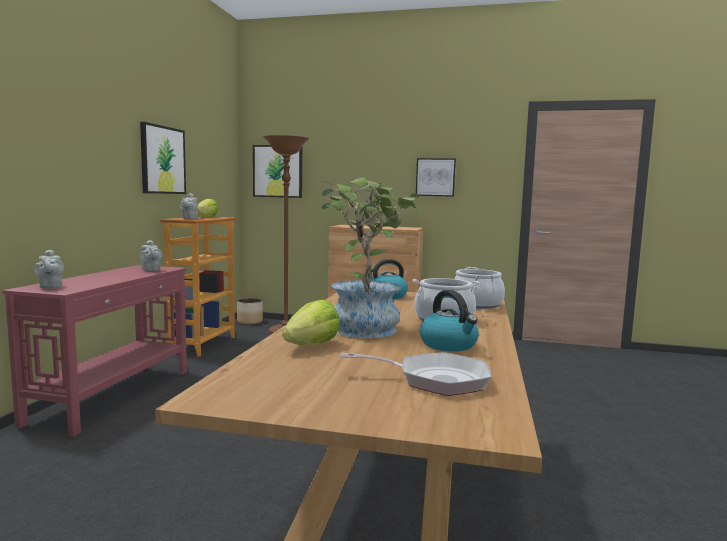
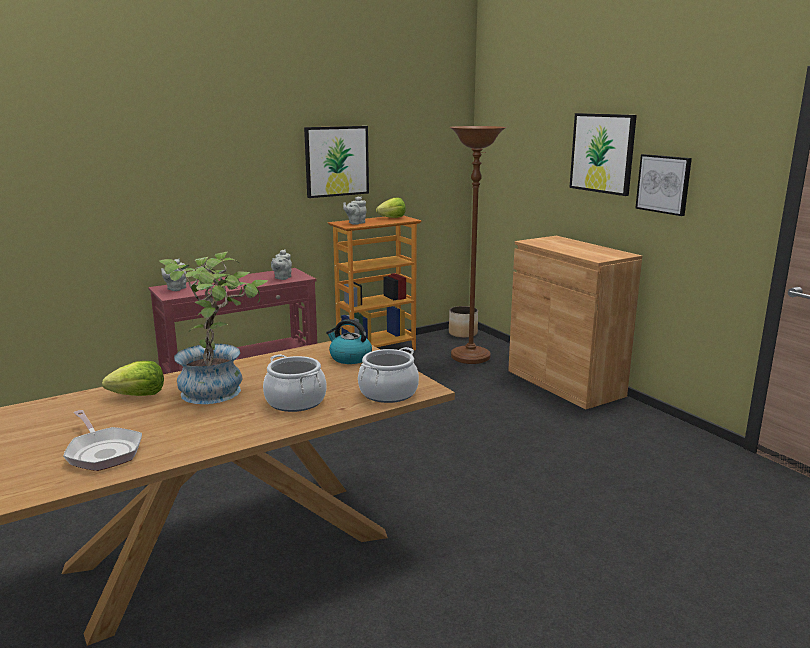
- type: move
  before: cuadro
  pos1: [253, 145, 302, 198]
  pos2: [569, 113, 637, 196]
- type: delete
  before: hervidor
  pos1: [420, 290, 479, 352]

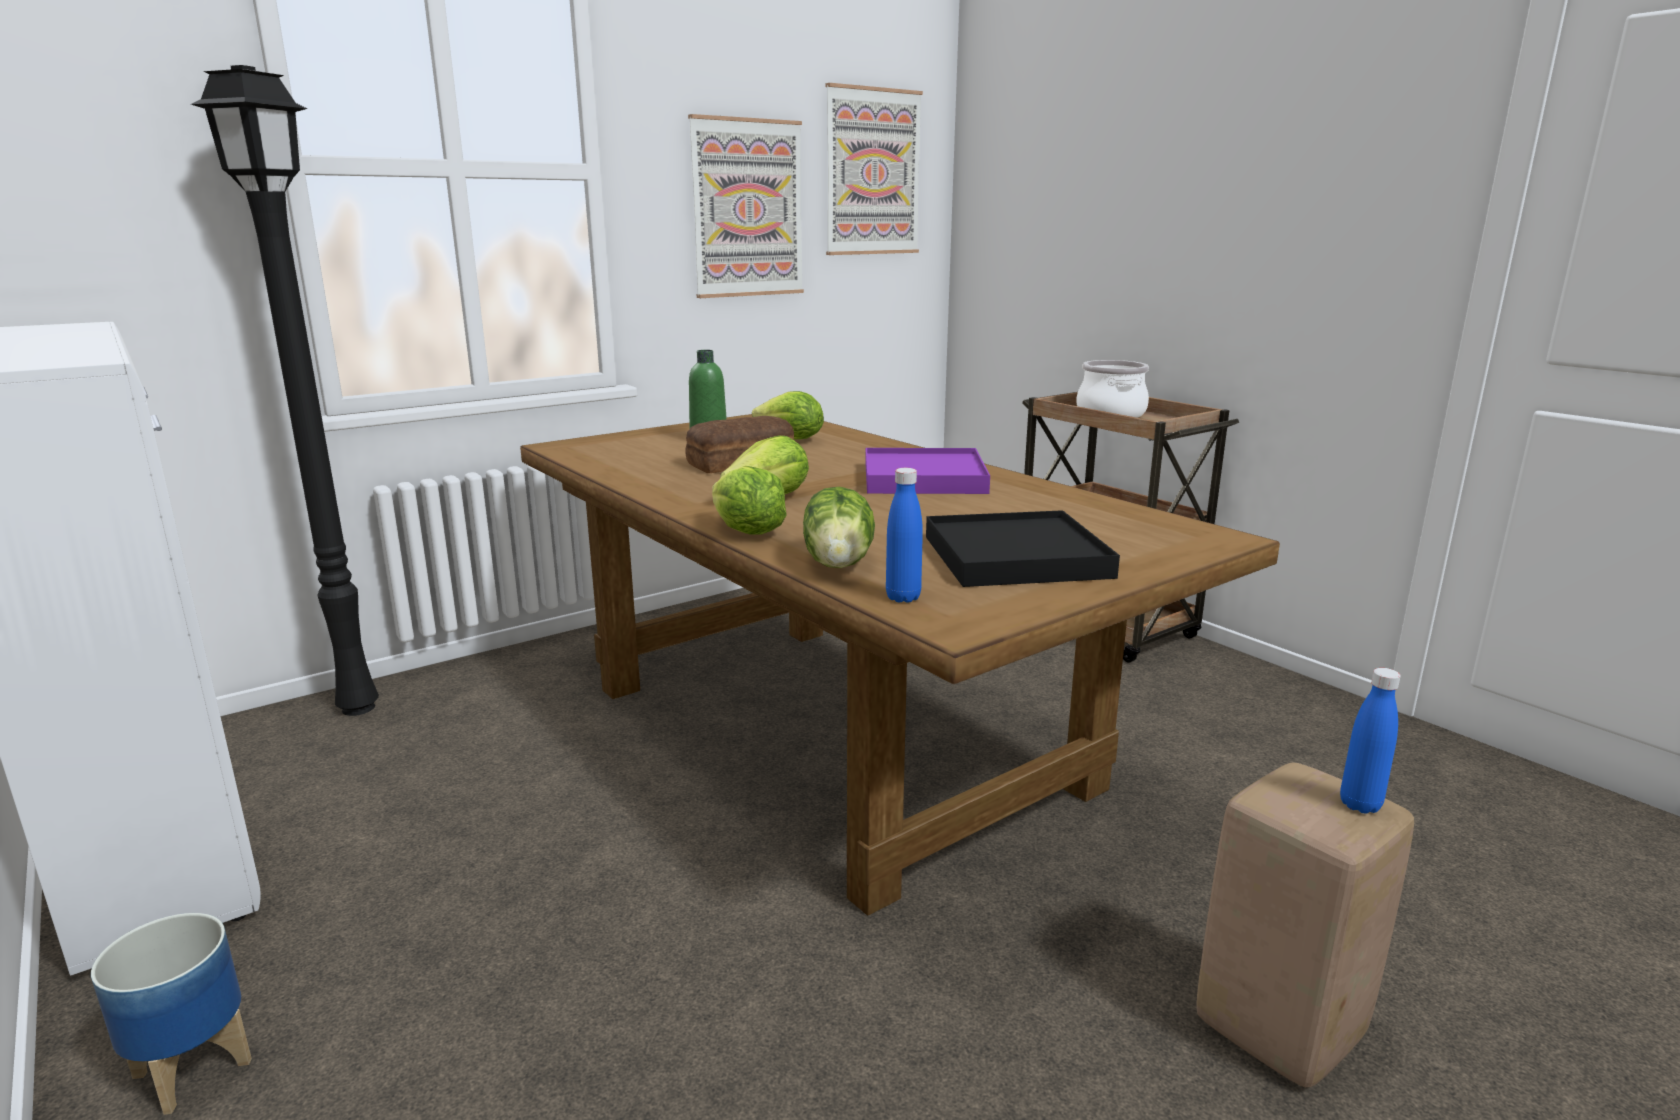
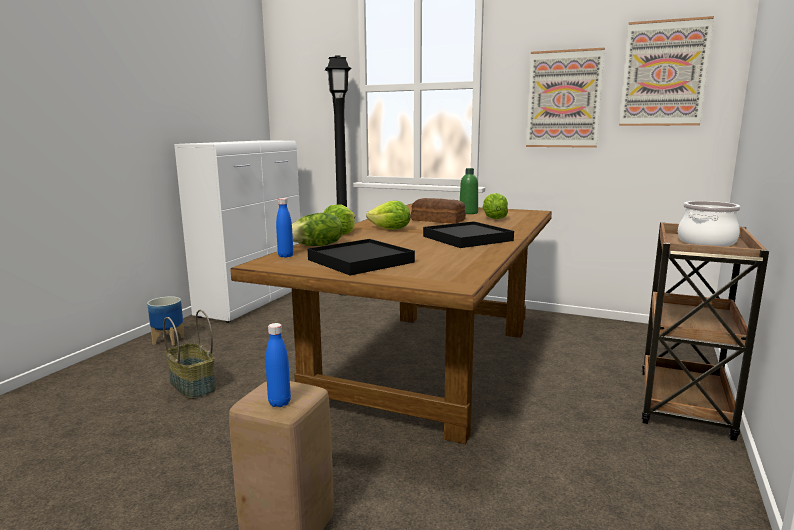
- type: insert
  after: cesta
  pos2: [163, 310, 216, 399]
- type: recolor
  before: bandeja/morado
  after: bandeja/negro
  pos1: [865, 448, 990, 494]
  pos2: [423, 221, 514, 248]

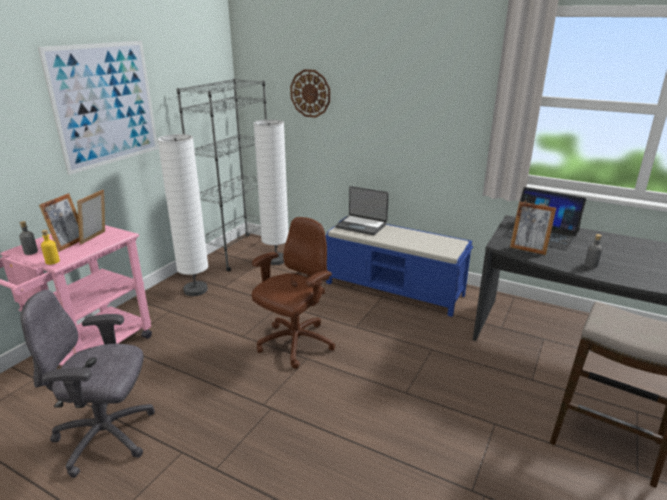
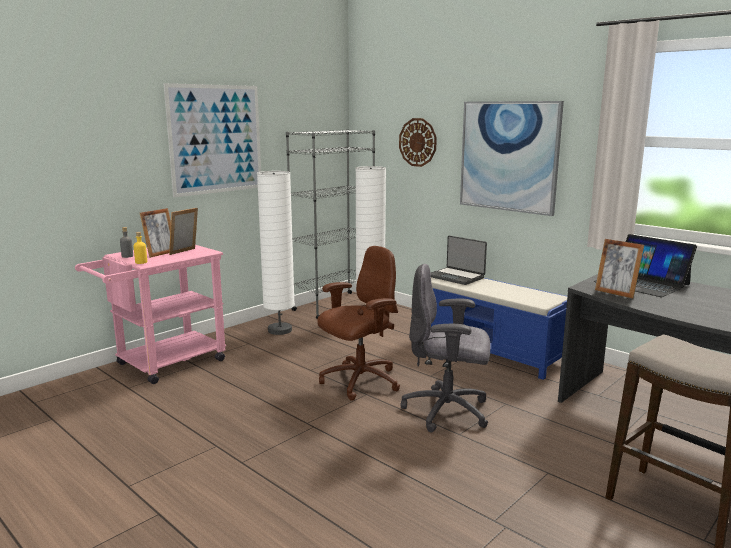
- type: move
  before: silla de oficina/gris
  pos1: [20, 290, 155, 478]
  pos2: [400, 264, 491, 433]
- type: insert
  after: cuadro
  pos2: [460, 101, 564, 216]
- type: delete
  before: botella/gris
  pos1: [585, 234, 602, 268]

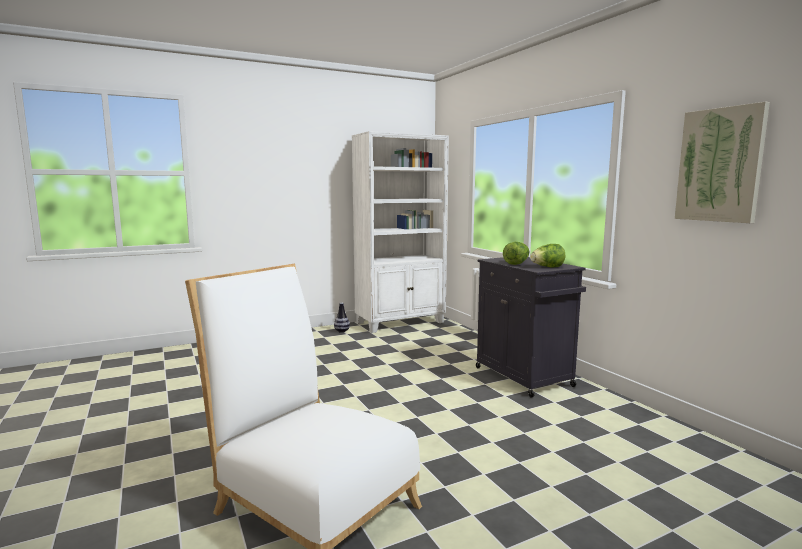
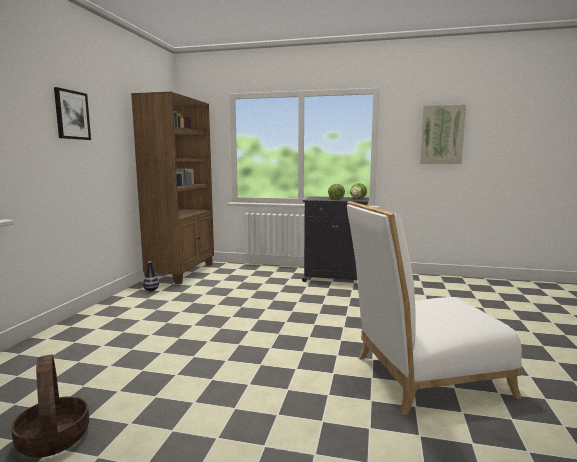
- type: insert
  after: cesta
  pos2: [11, 354, 89, 458]
- type: insert
  after: cuadro
  pos2: [54, 87, 91, 140]
- type: recolor
  before: estantería/blanco
  after: estantería/marrón
  pos1: [352, 131, 449, 333]
  pos2: [131, 92, 214, 284]

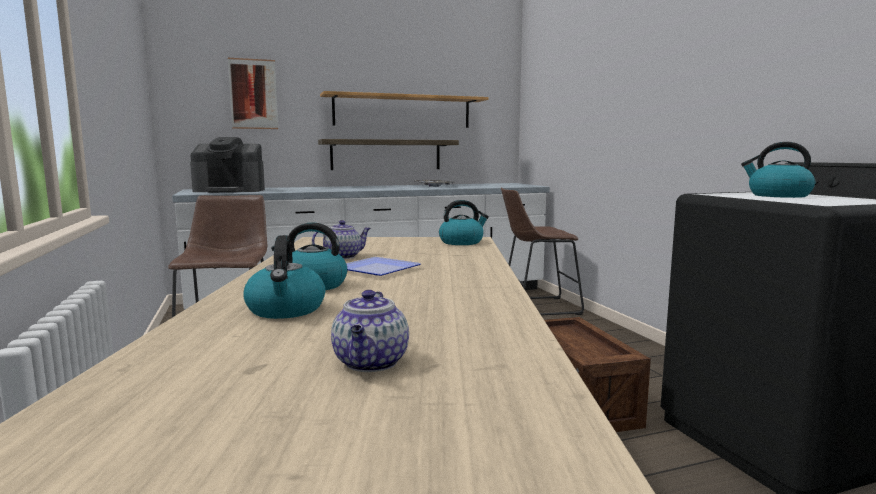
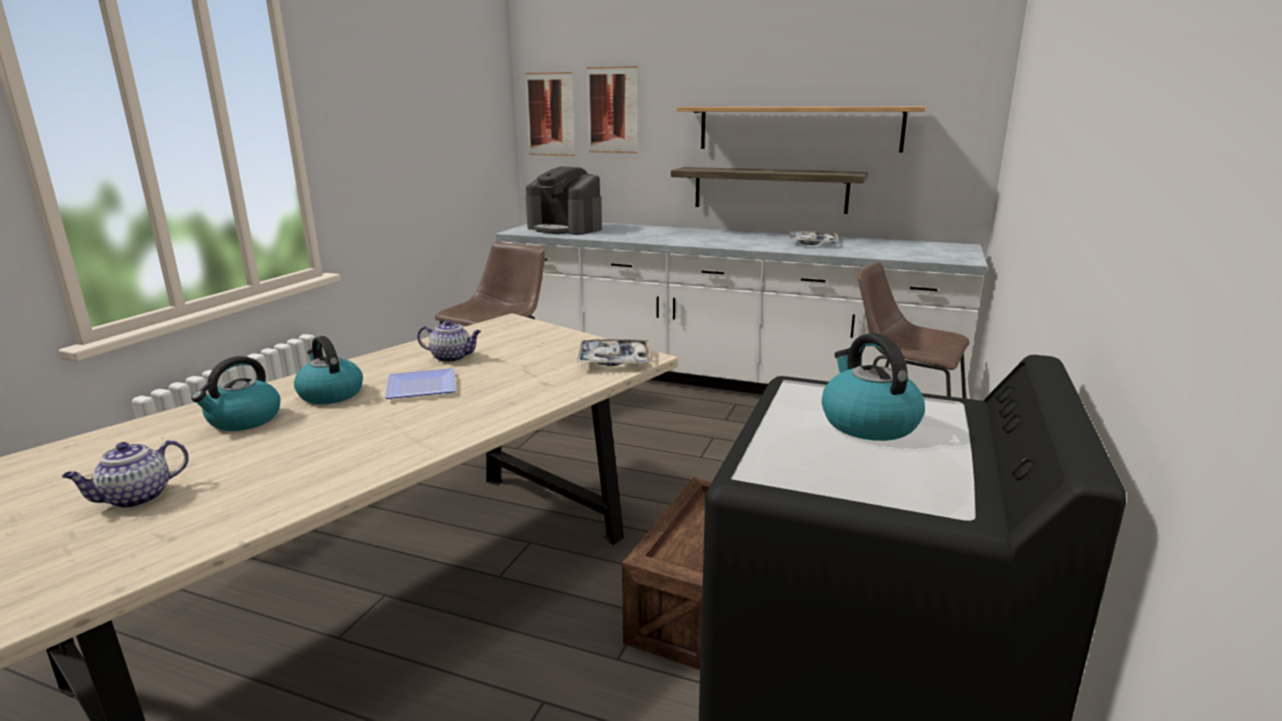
- type: insert
  after: cuadro
  pos2: [525, 72, 575, 156]
- type: replace
  before: hervidor
  after: bandeja
  pos1: [439, 200, 489, 245]
  pos2: [577, 339, 650, 366]

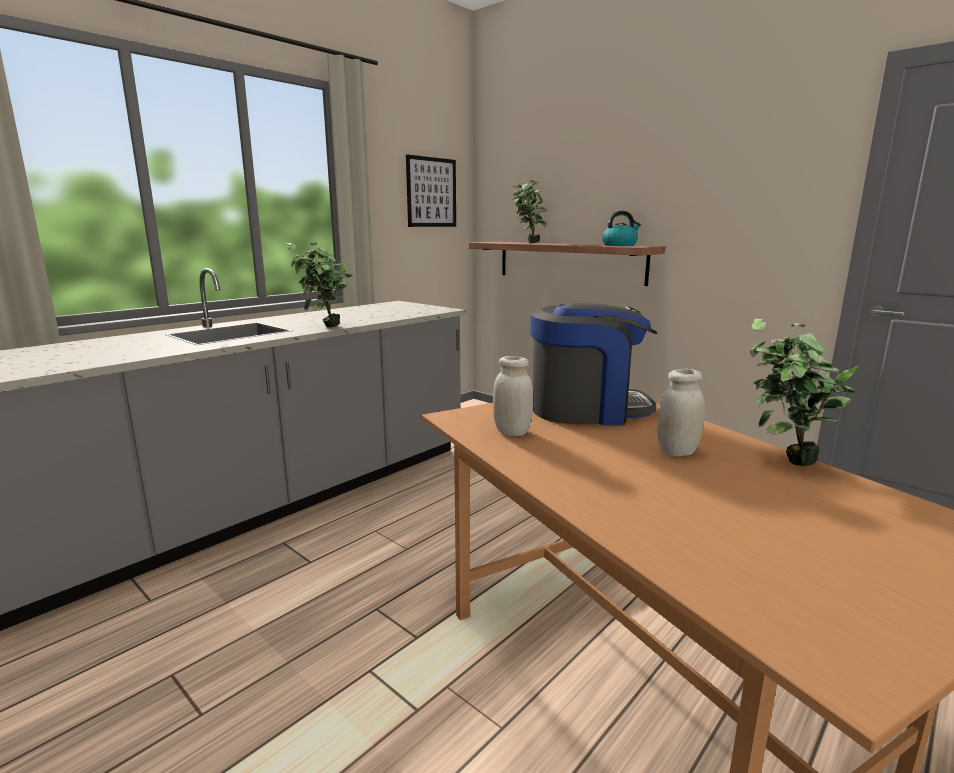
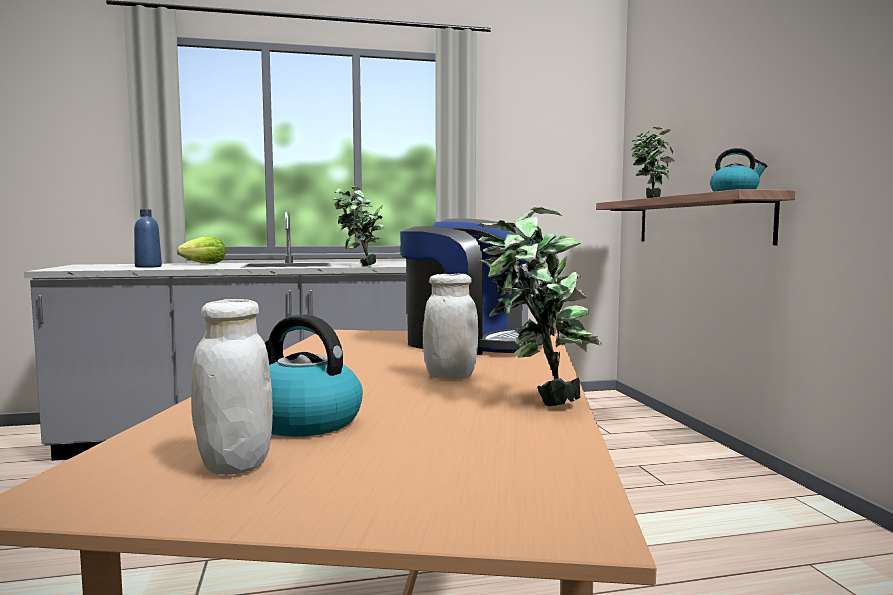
- type: insert
  after: botella/azul
  pos2: [134, 209, 162, 268]
- type: insert
  after: lechuga
  pos2: [177, 236, 225, 264]
- type: move
  before: tarro/blanco
  pos1: [493, 356, 533, 436]
  pos2: [191, 299, 273, 475]
- type: insert
  after: hervidor
  pos2: [265, 314, 363, 437]
- type: delete
  before: cuadro
  pos1: [406, 155, 456, 227]

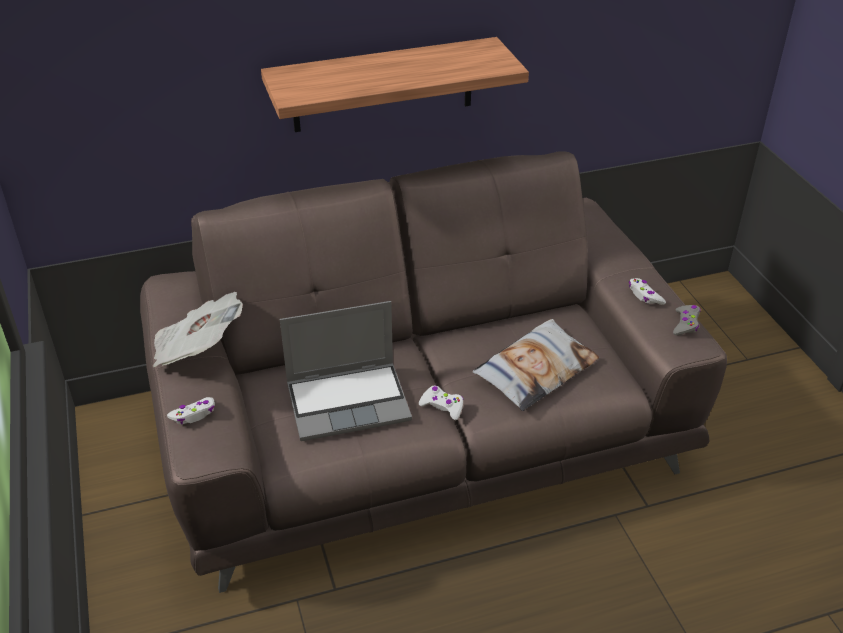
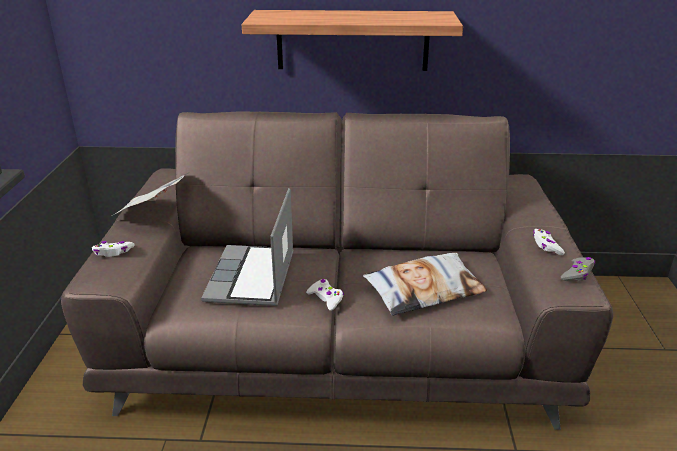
- type: rotate
  before: portátil
  pos1: [280, 301, 412, 441]
  pos2: [201, 188, 294, 306]
  turn: 90

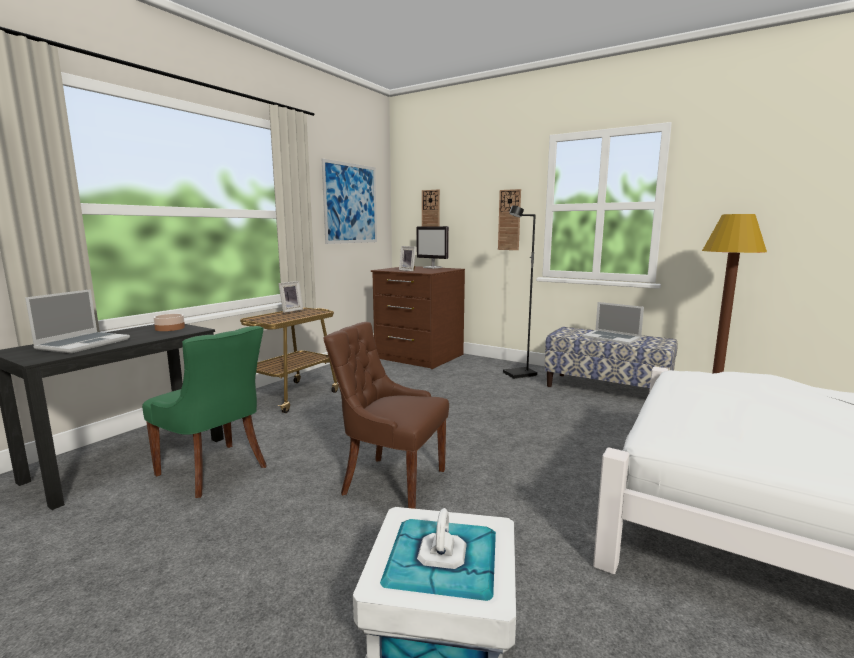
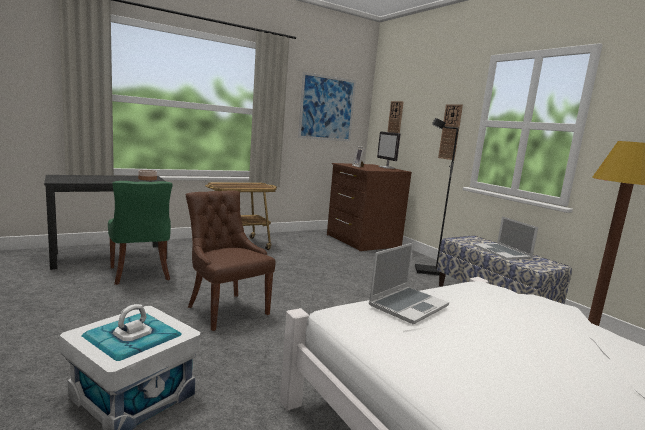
- type: move
  before: portátil
  pos1: [25, 289, 130, 353]
  pos2: [369, 243, 449, 325]
- type: delete
  before: portarretratos
  pos1: [278, 281, 303, 313]

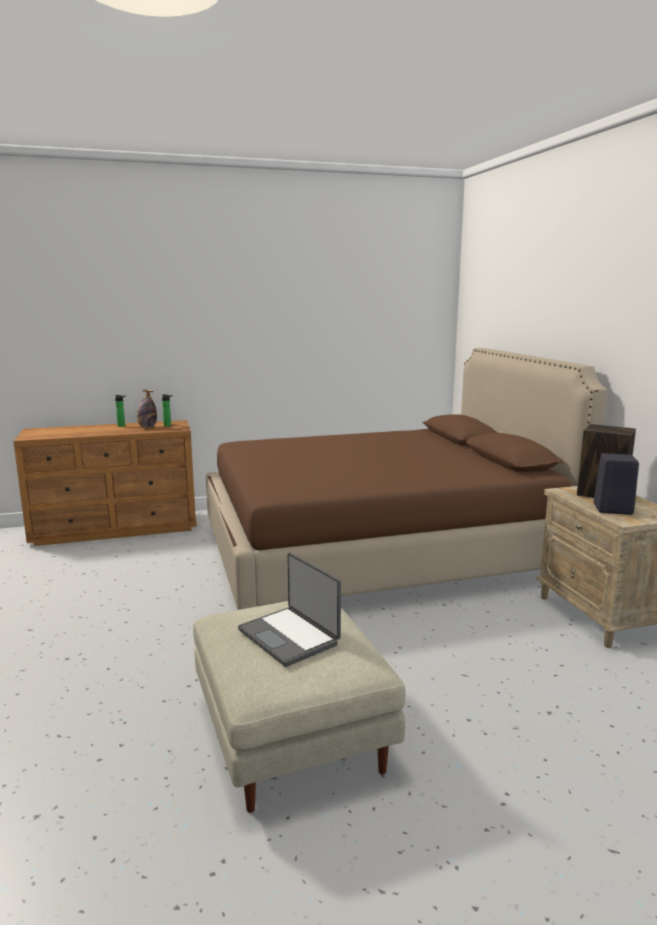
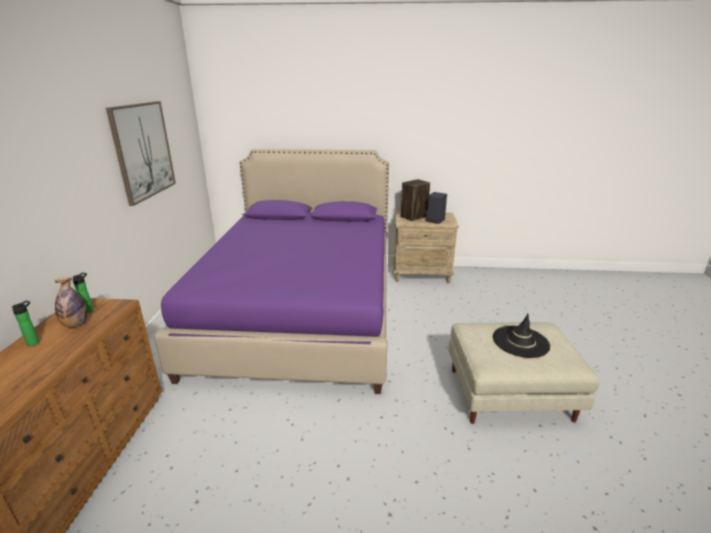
- type: insert
  after: cuadro
  pos2: [106, 101, 176, 206]
- type: recolor
  before: cama/marrón
  after: cama/morado
  pos1: [206, 348, 608, 610]
  pos2: [154, 149, 389, 394]
- type: replace
  before: portátil
  after: sombrero/negro
  pos1: [238, 552, 341, 667]
  pos2: [493, 314, 550, 358]

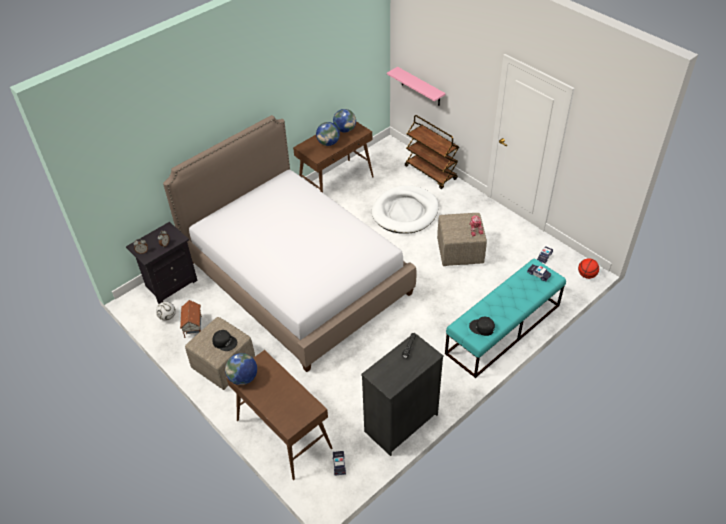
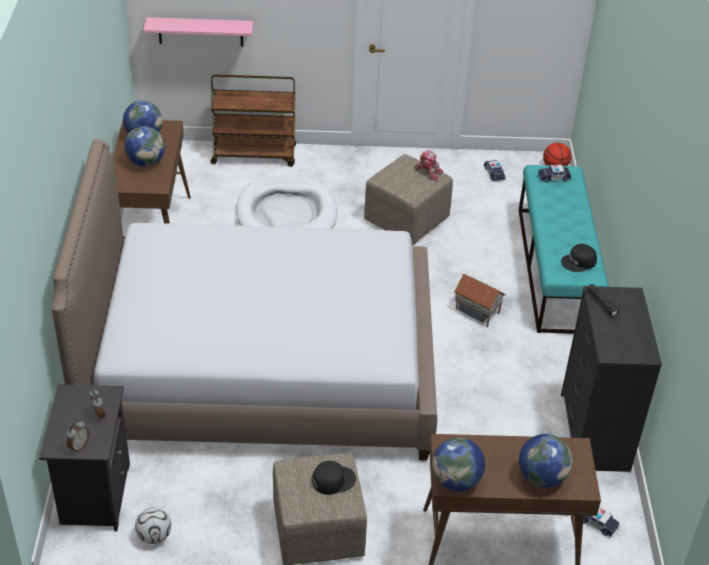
- type: move
  before: casita
  pos1: [180, 300, 202, 338]
  pos2: [454, 274, 506, 327]
- type: insert
  after: globo terráqueo
  pos2: [519, 434, 572, 487]

